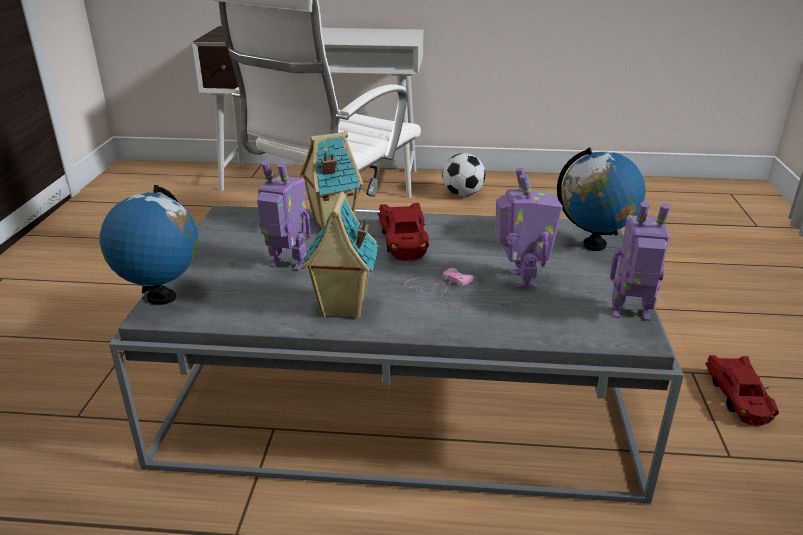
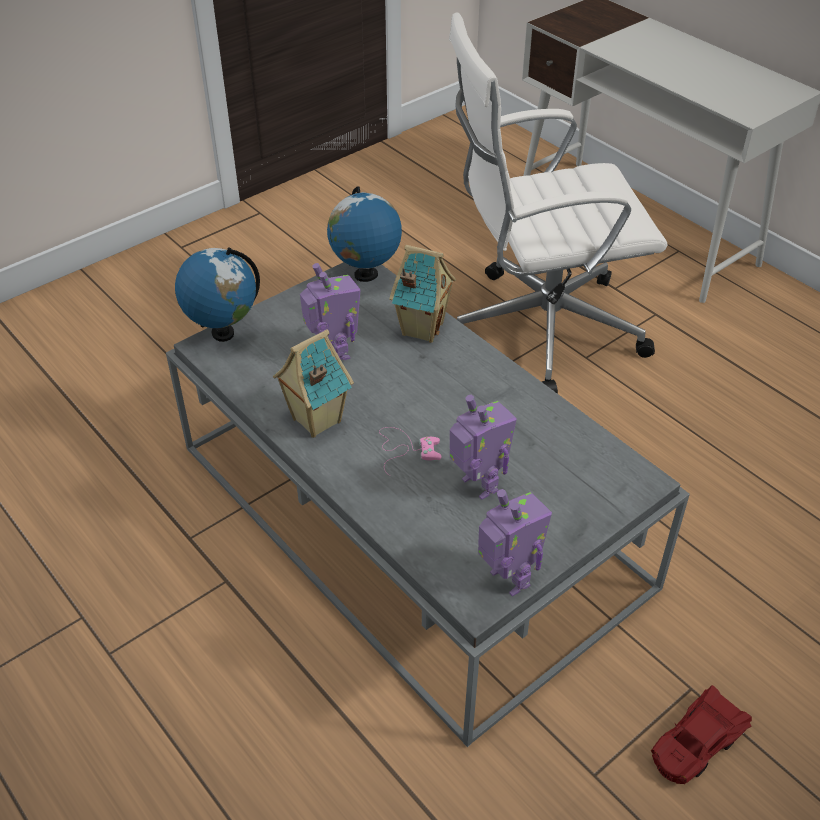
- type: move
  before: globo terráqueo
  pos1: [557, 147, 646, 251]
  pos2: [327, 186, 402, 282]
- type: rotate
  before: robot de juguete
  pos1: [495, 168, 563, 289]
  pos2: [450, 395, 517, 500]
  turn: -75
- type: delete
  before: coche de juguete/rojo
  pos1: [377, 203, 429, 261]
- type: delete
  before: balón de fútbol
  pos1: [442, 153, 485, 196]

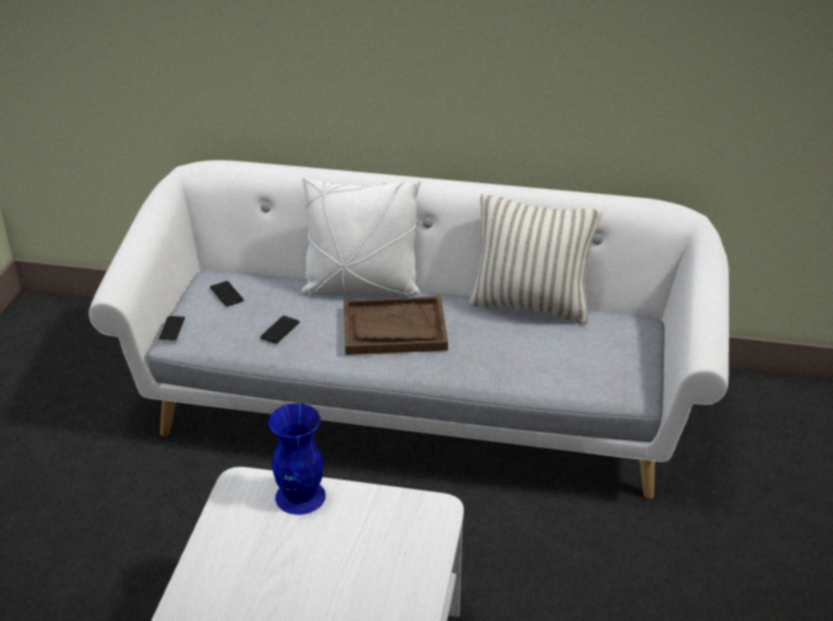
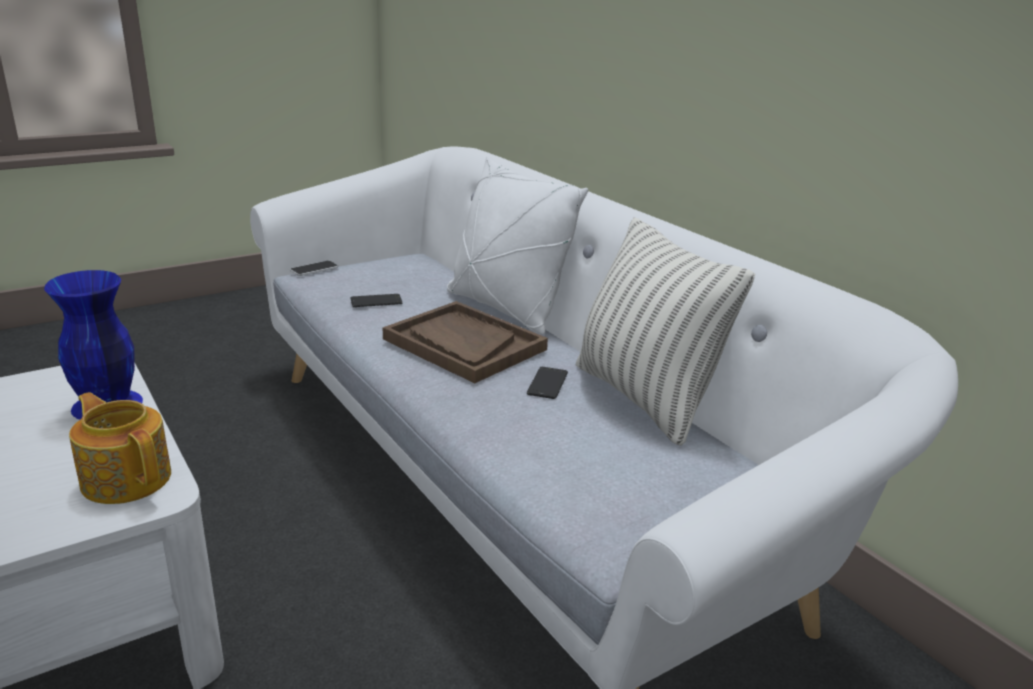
- type: insert
  after: tetera
  pos2: [69, 392, 171, 504]
- type: move
  before: móvil
  pos1: [210, 281, 244, 306]
  pos2: [527, 367, 568, 399]

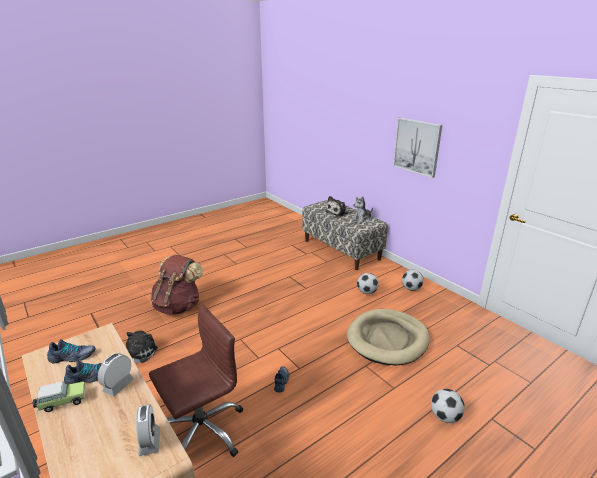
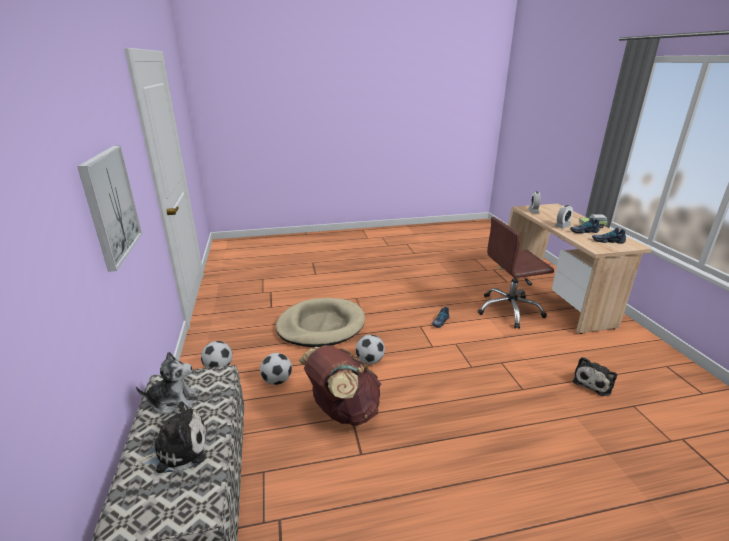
- type: move
  before: mochila/marrón
  pos1: [151, 255, 203, 315]
  pos2: [299, 345, 381, 426]
- type: move
  before: balón de fútbol
  pos1: [431, 389, 465, 423]
  pos2: [356, 335, 385, 364]

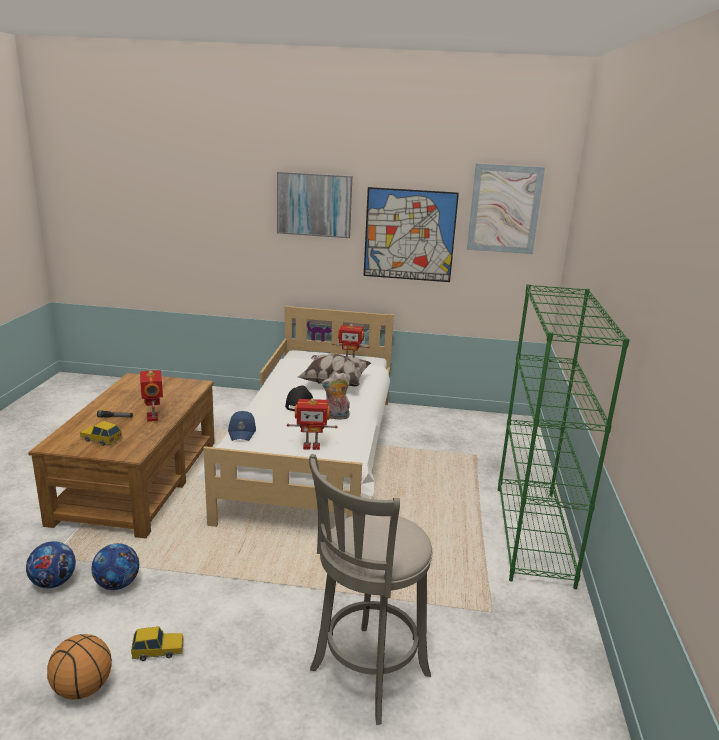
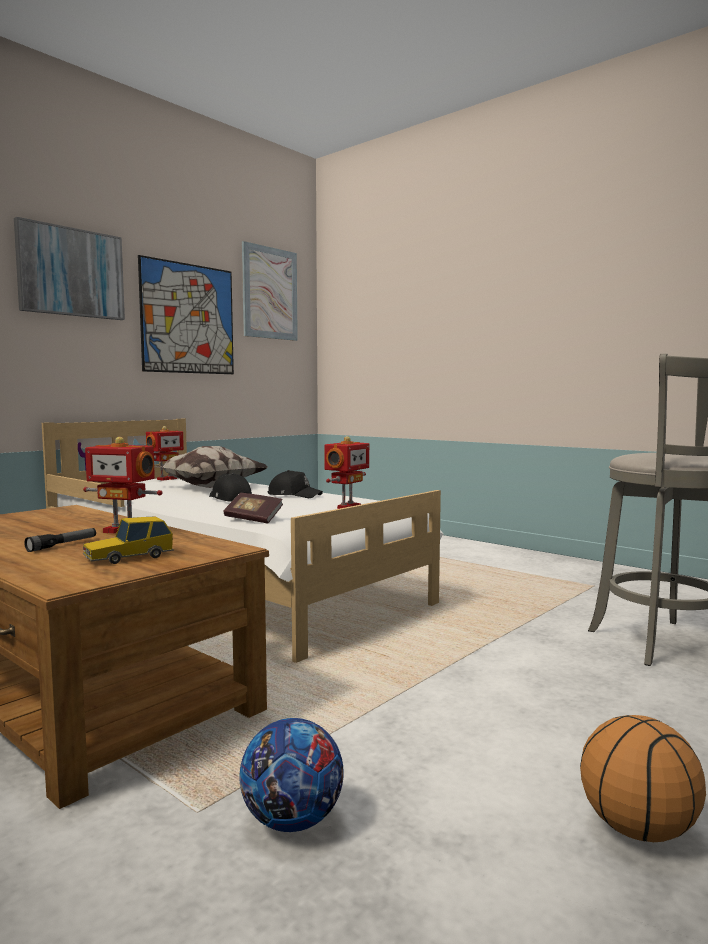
- type: replace
  before: gorra/azul
  after: libro
  pos1: [228, 411, 256, 441]
  pos2: [224, 493, 283, 524]
- type: replace
  before: peluche
  after: gorra/negro
  pos1: [322, 373, 350, 419]
  pos2: [268, 470, 323, 498]
- type: delete
  before: balón de fútbol
  pos1: [91, 543, 139, 590]
- type: delete
  before: coche de juguete
  pos1: [131, 626, 184, 661]
- type: delete
  before: estantería/verde
  pos1: [498, 284, 630, 589]

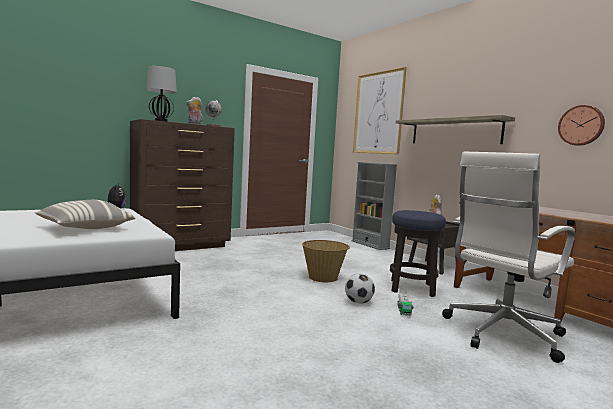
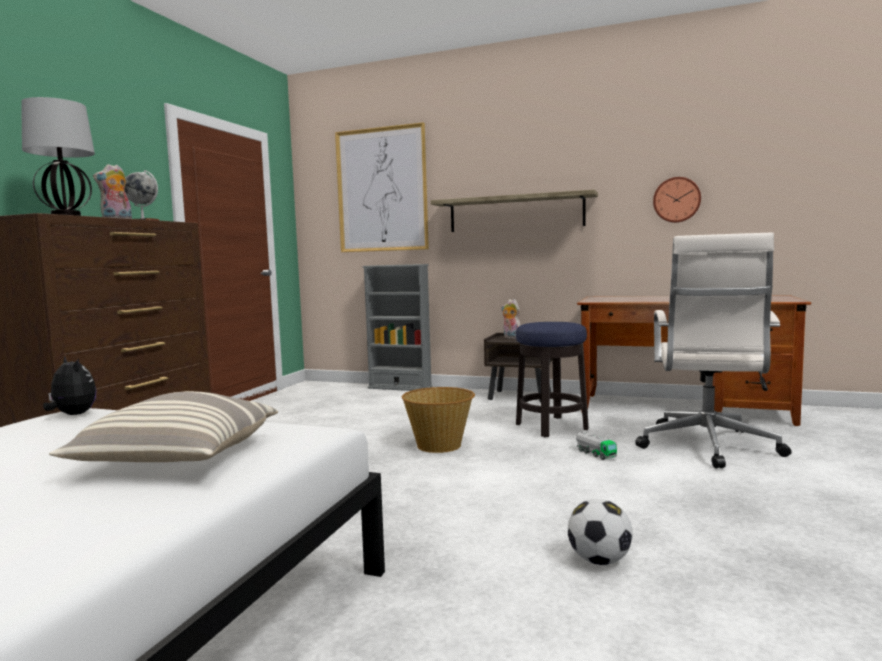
- type: move
  before: balón de fútbol
  pos1: [345, 273, 375, 304]
  pos2: [568, 499, 633, 565]

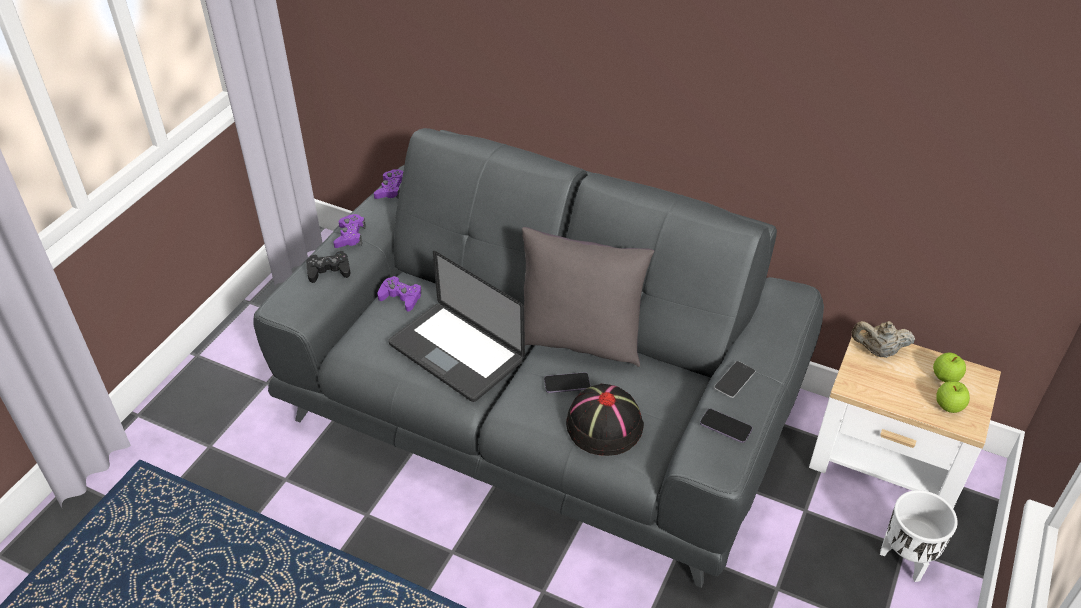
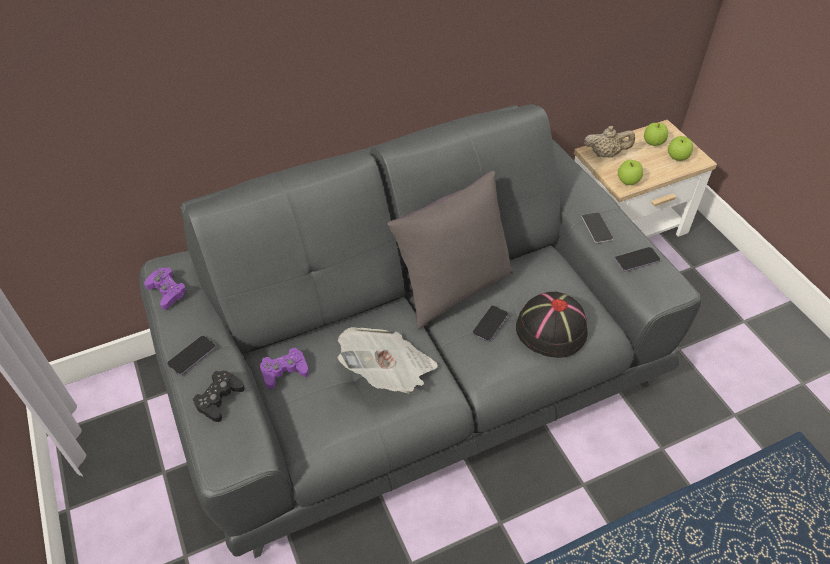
- type: replace
  before: mando de consola/morado
  after: móvil
  pos1: [333, 214, 366, 248]
  pos2: [167, 335, 216, 375]
- type: replace
  before: portátil
  after: periódico
  pos1: [388, 251, 525, 402]
  pos2: [337, 327, 438, 394]
- type: rotate
  before: tetera/beis
  pos1: [851, 321, 915, 358]
  pos2: [584, 126, 635, 158]
  turn: -135
- type: insert
  after: manzana
  pos2: [618, 160, 643, 185]
- type: delete
  before: maceta/blanco
  pos1: [880, 490, 958, 582]

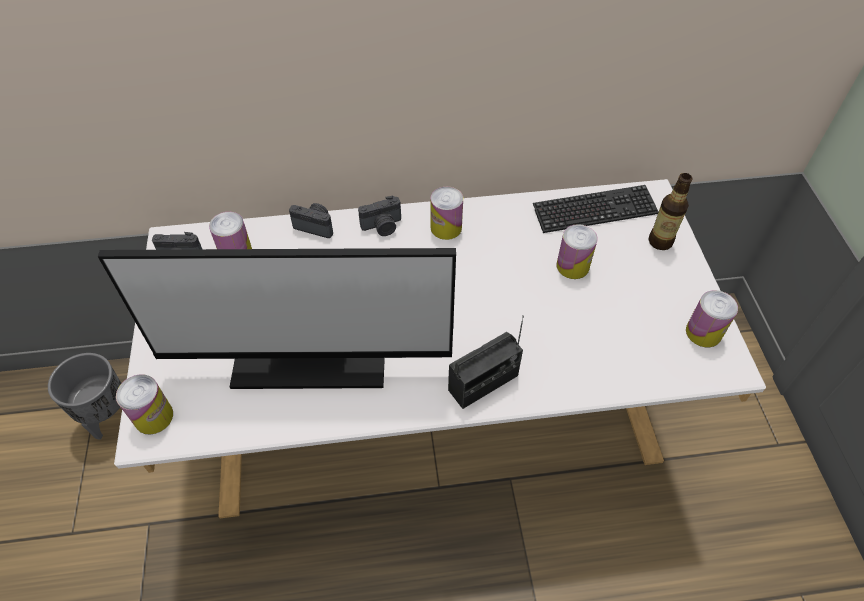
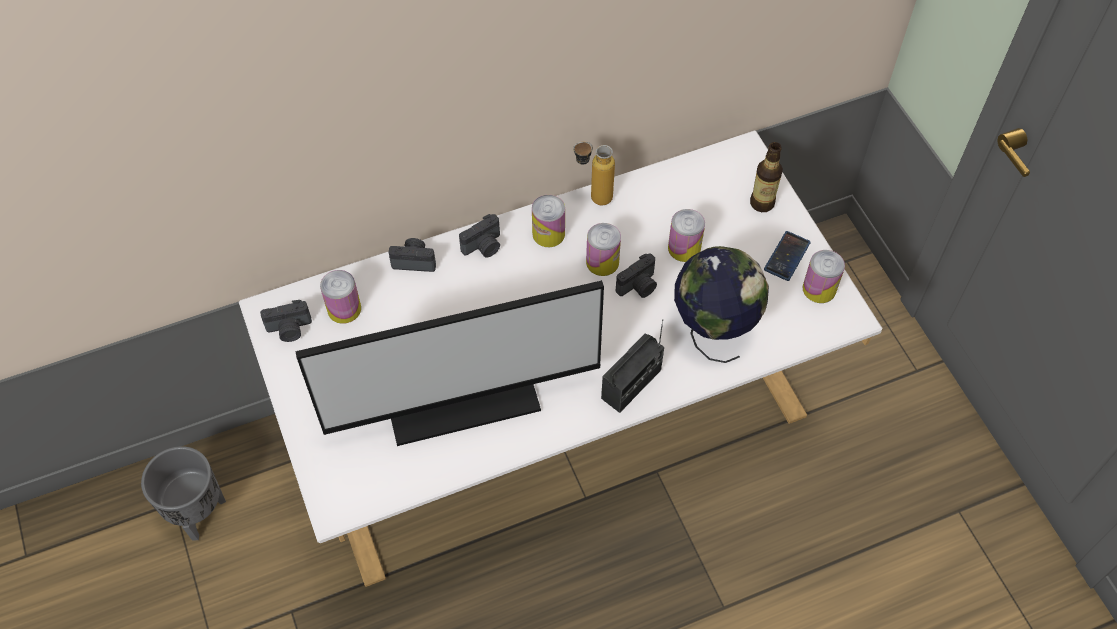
- type: insert
  after: botella
  pos2: [573, 141, 615, 205]
- type: move
  before: lata
  pos1: [116, 374, 173, 434]
  pos2: [586, 223, 621, 276]
- type: insert
  after: cámara
  pos2: [616, 253, 657, 298]
- type: insert
  after: globo terráqueo
  pos2: [674, 246, 769, 363]
- type: insert
  after: móvil
  pos2: [764, 231, 811, 281]
- type: delete
  before: teclado
  pos1: [533, 185, 658, 233]

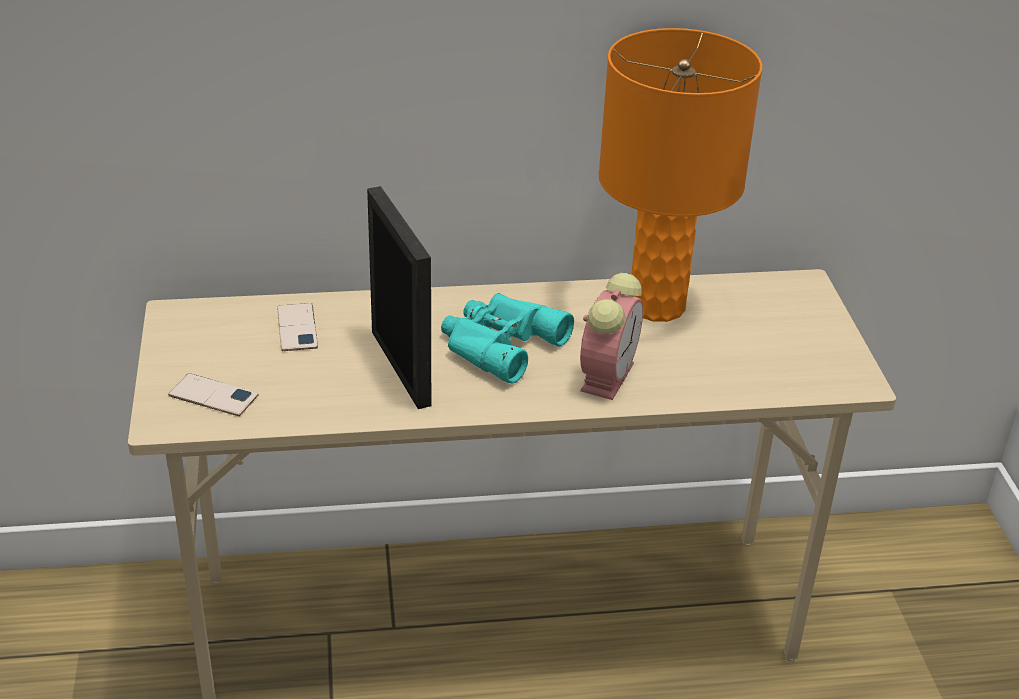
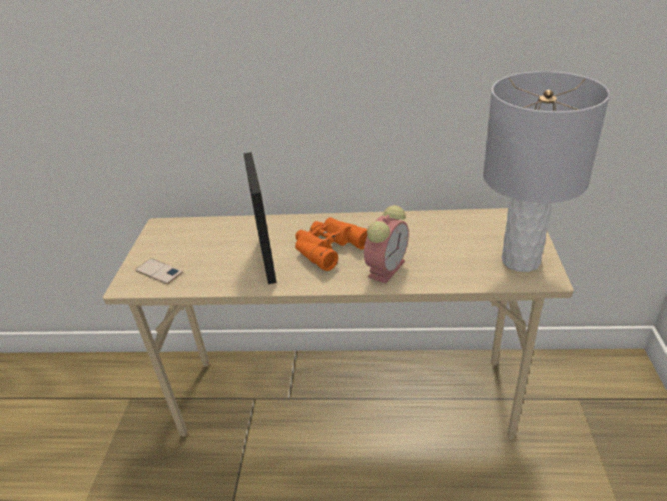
- type: recolor
  before: prismáticos/turquesa
  after: prismáticos/naranja
  pos1: [441, 293, 574, 384]
  pos2: [295, 217, 367, 271]
- type: insert
  after: lámpara de mesa/gris
  pos2: [483, 71, 610, 272]
- type: delete
  before: móvil
  pos1: [277, 303, 318, 351]
- type: delete
  before: lámpara de mesa/naranja
  pos1: [599, 28, 762, 322]

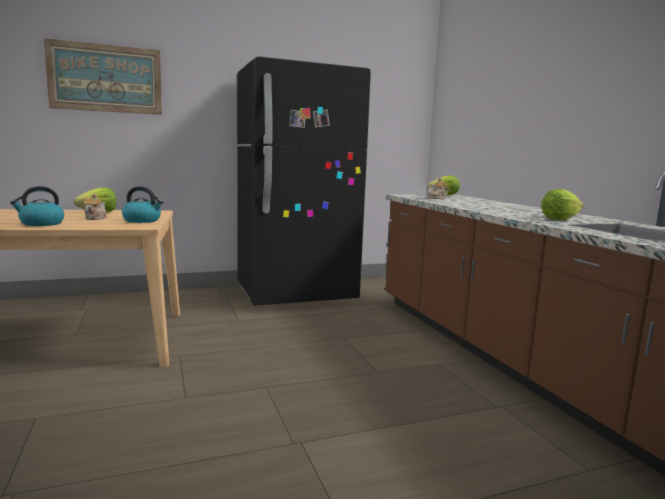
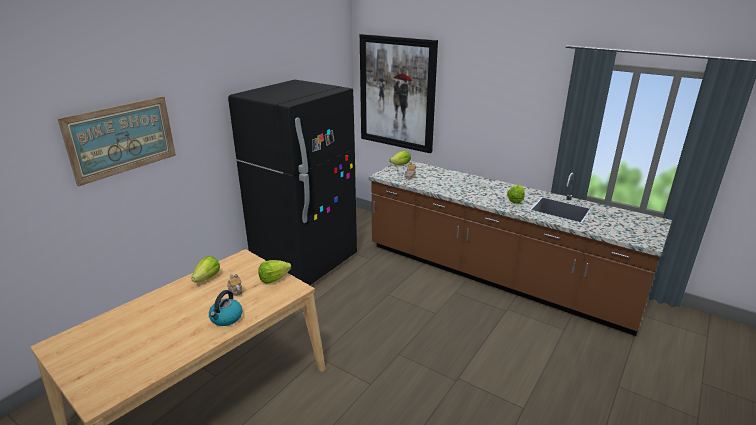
- type: replace
  before: hervidor
  after: lechuga
  pos1: [122, 186, 163, 223]
  pos2: [258, 260, 291, 284]
- type: insert
  after: cuadro
  pos2: [360, 34, 438, 153]

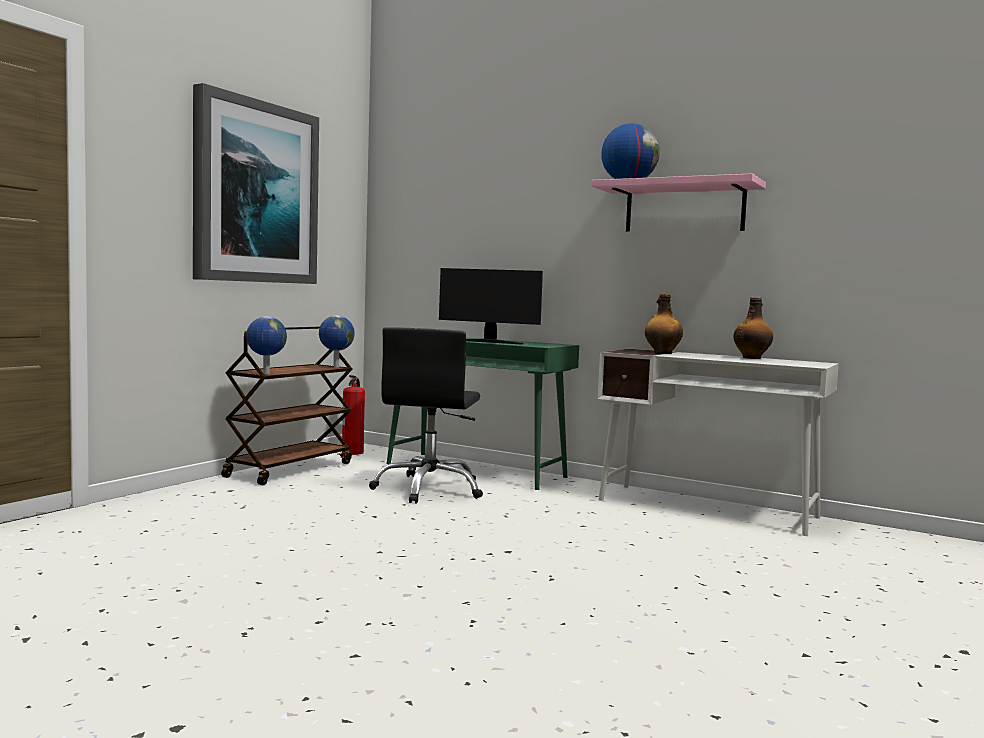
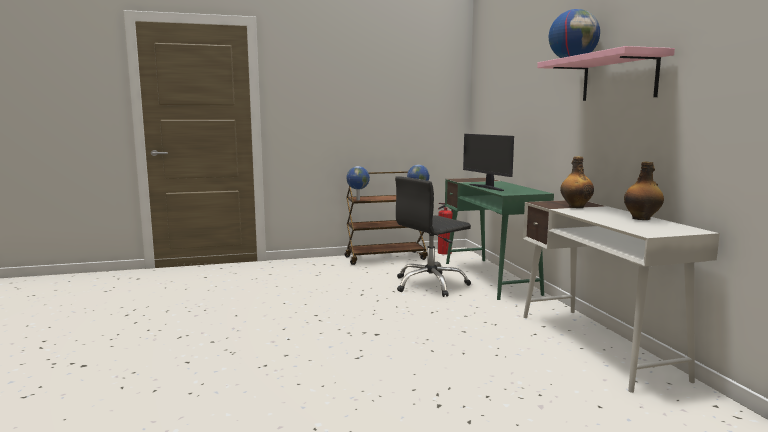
- type: delete
  before: cuadro
  pos1: [193, 83, 319, 284]

